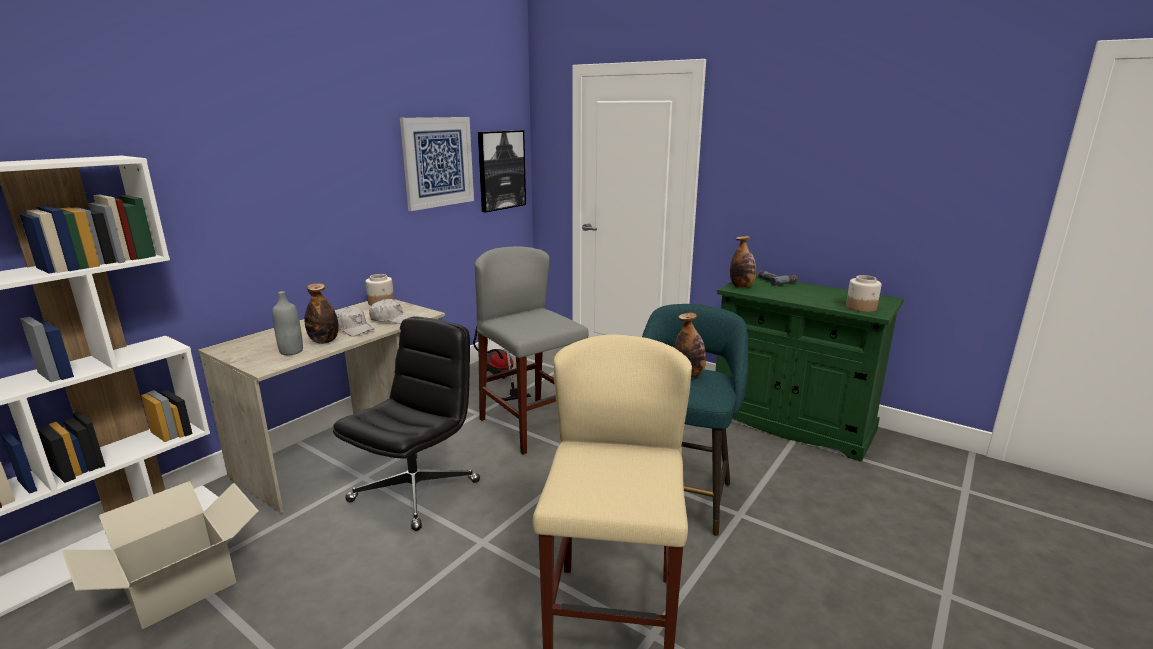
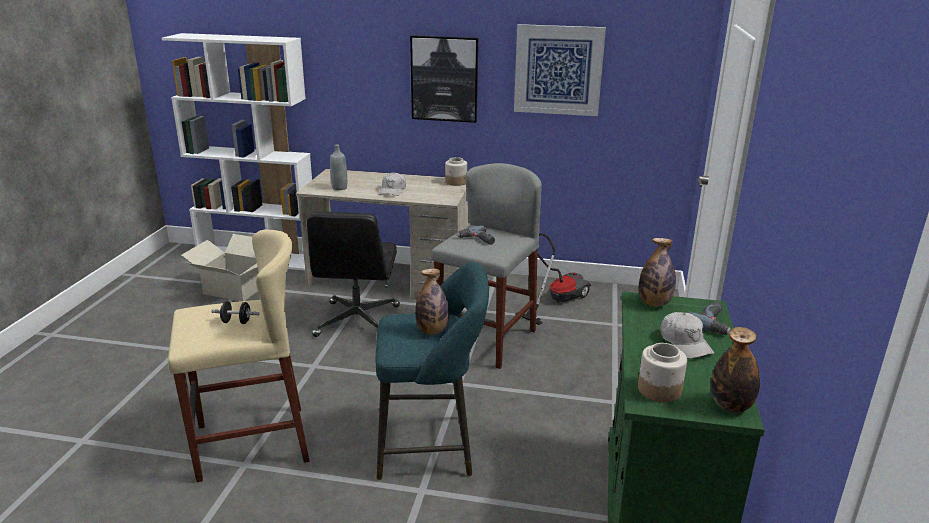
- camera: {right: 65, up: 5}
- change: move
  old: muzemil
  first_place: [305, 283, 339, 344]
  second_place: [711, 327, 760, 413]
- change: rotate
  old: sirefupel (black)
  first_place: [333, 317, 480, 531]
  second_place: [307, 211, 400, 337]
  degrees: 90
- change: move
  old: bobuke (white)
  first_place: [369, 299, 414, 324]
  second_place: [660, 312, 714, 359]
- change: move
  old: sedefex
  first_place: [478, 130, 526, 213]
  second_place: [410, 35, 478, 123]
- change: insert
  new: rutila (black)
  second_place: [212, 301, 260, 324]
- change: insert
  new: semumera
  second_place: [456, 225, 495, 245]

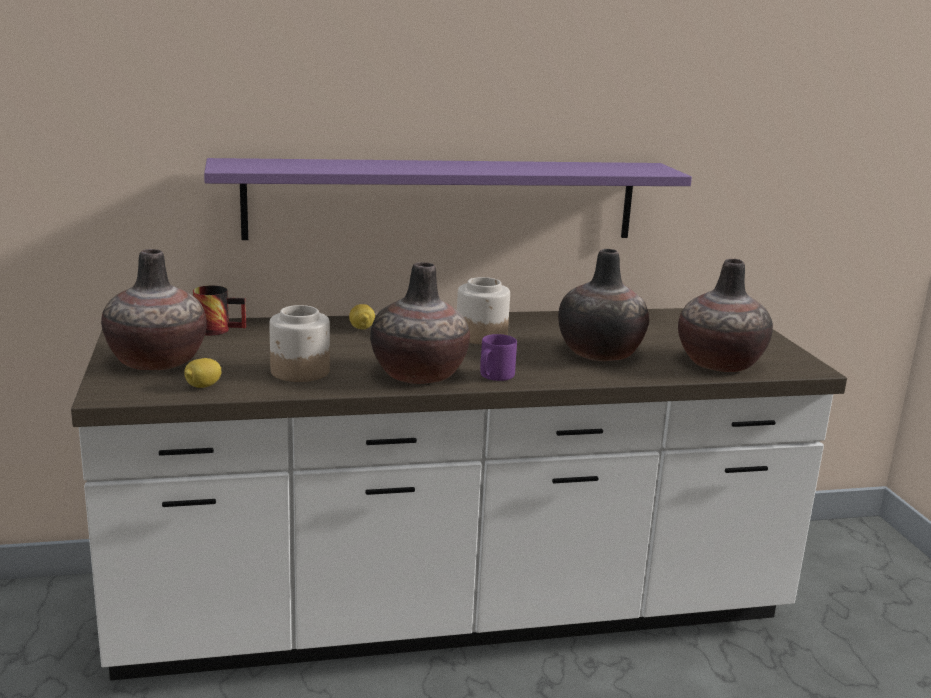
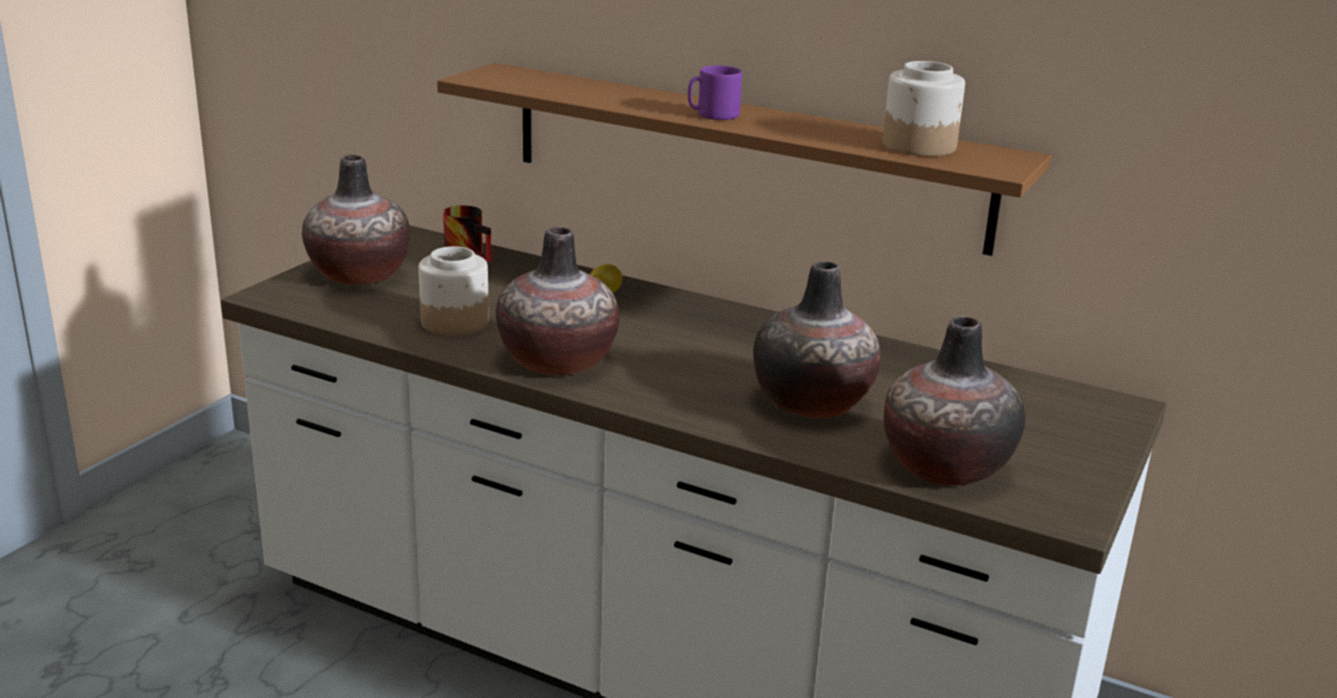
- camera: {right: 40, up: 5}
- change: delete
  old: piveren
  first_place: [184, 358, 222, 388]
- change: recolor
  old: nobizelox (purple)
  new: nobizelox (brown)
  first_place: [204, 158, 692, 240]
  second_place: [437, 63, 1051, 256]
- change: move
  old: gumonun
  first_place: [457, 277, 510, 344]
  second_place: [883, 61, 965, 156]
- change: move
  old: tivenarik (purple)
  first_place: [480, 334, 517, 381]
  second_place: [688, 66, 742, 120]

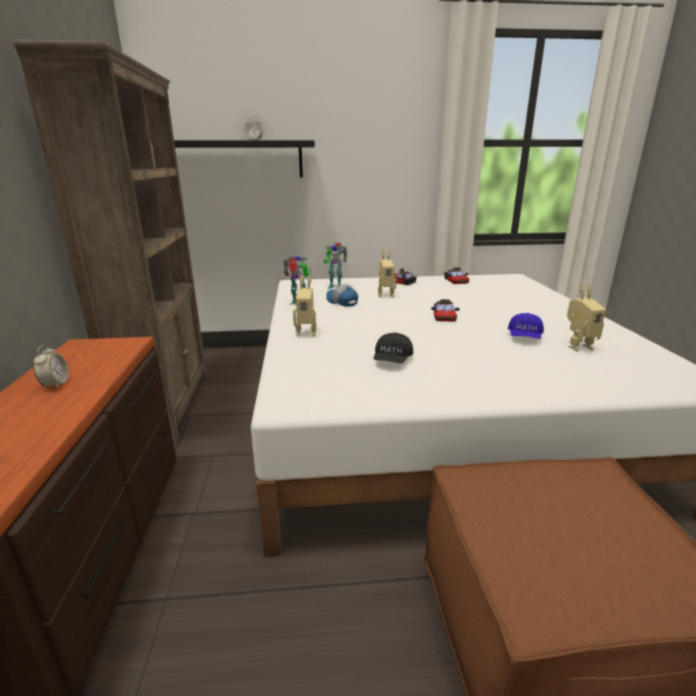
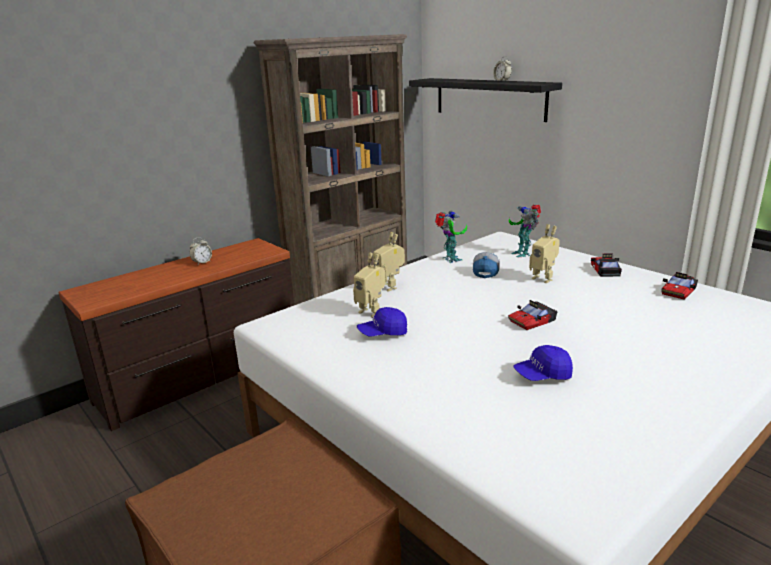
- camera: {right: 55, up: 0}
- change: recolor
  old: bobuke (black)
  new: bobuke (blue)
  first_place: [374, 333, 413, 363]
  second_place: [357, 307, 407, 336]
- change: move
  old: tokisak
  first_place: [567, 284, 606, 351]
  second_place: [353, 252, 386, 318]

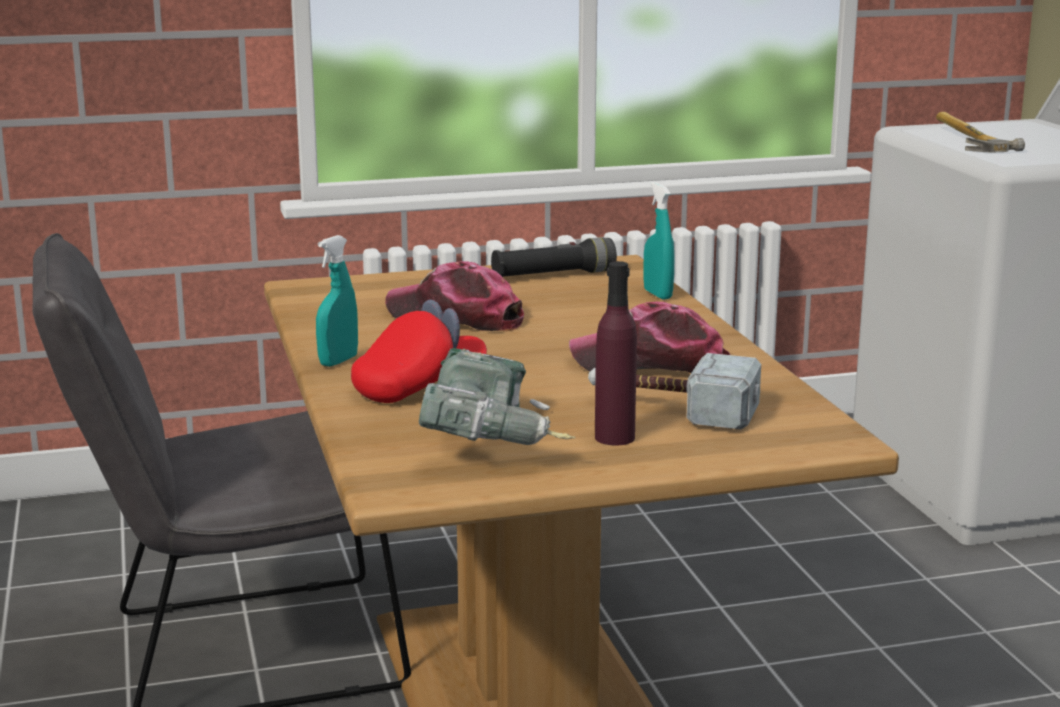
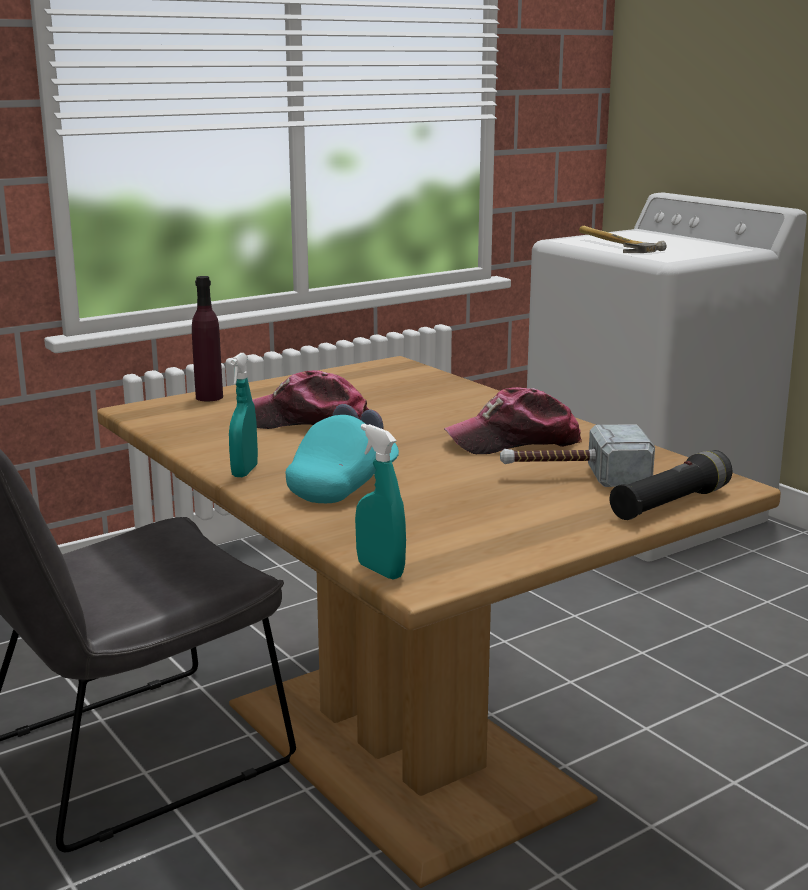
- camera: {right: -20, up: 0}
- change: recolor
  old: bobuke (red)
  new: bobuke (turquoise)
  first_place: [351, 300, 487, 403]
  second_place: [285, 404, 399, 503]
- change: delete
  old: semumera
  first_place: [419, 348, 575, 445]
- change: move
  old: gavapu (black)
  first_place: [491, 237, 617, 277]
  second_place: [610, 450, 732, 520]
- change: move
  old: muzemil (purple)
  first_place: [595, 261, 637, 445]
  second_place: [192, 276, 223, 401]
- change: move
  old: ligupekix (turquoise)
  first_place: [643, 182, 674, 300]
  second_place: [355, 424, 406, 580]

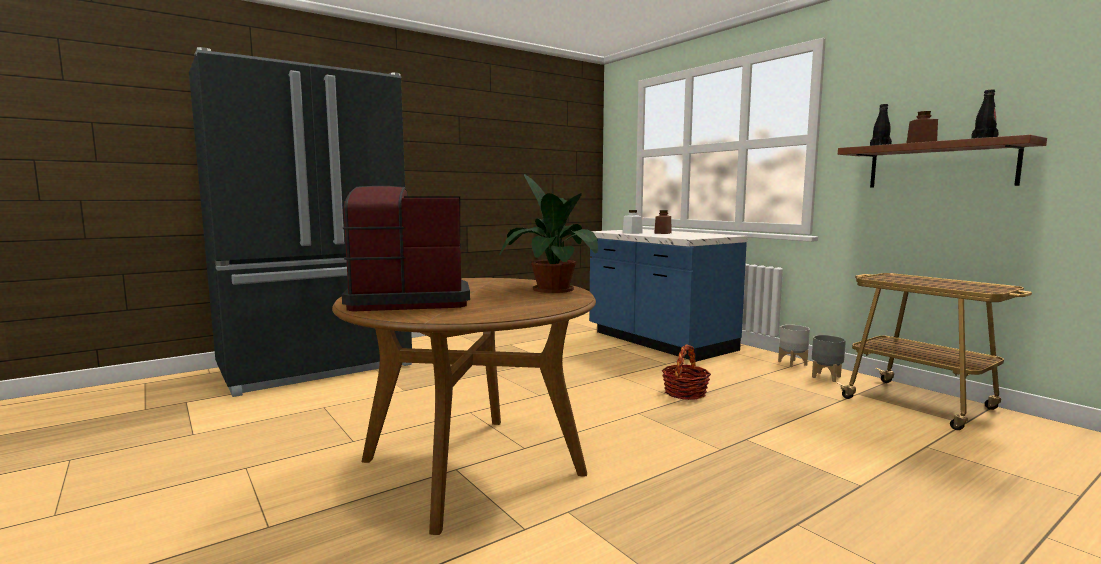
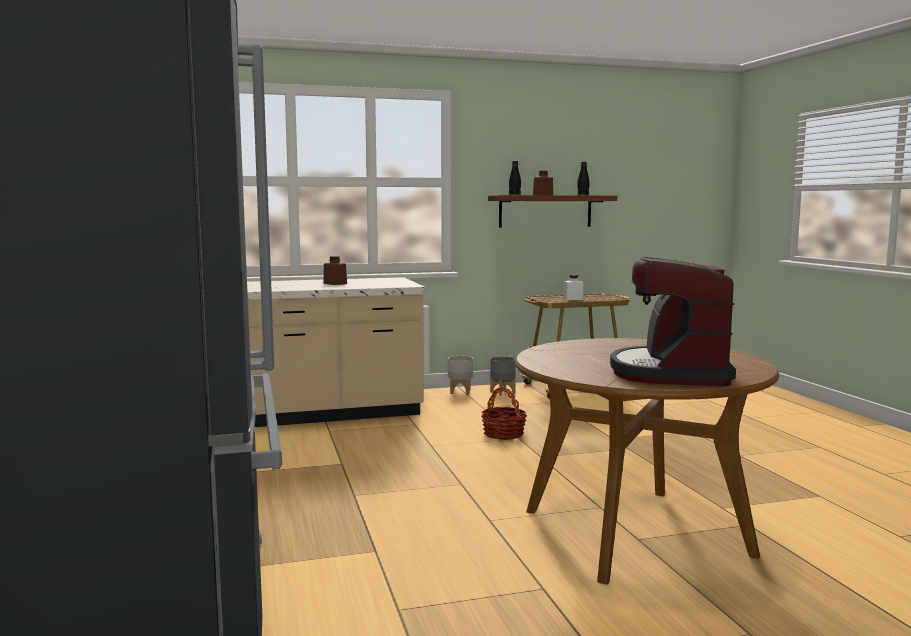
- camera: {right: -70, up: 0}
- change: delete
  old: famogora
  first_place: [499, 174, 598, 293]
- change: recolor
  old: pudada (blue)
  new: pudada (beige)
  first_place: [589, 229, 748, 362]
  second_place: [247, 277, 425, 427]
- change: move
  old: gumonun (white)
  first_place: [623, 210, 643, 234]
  second_place: [563, 275, 583, 300]

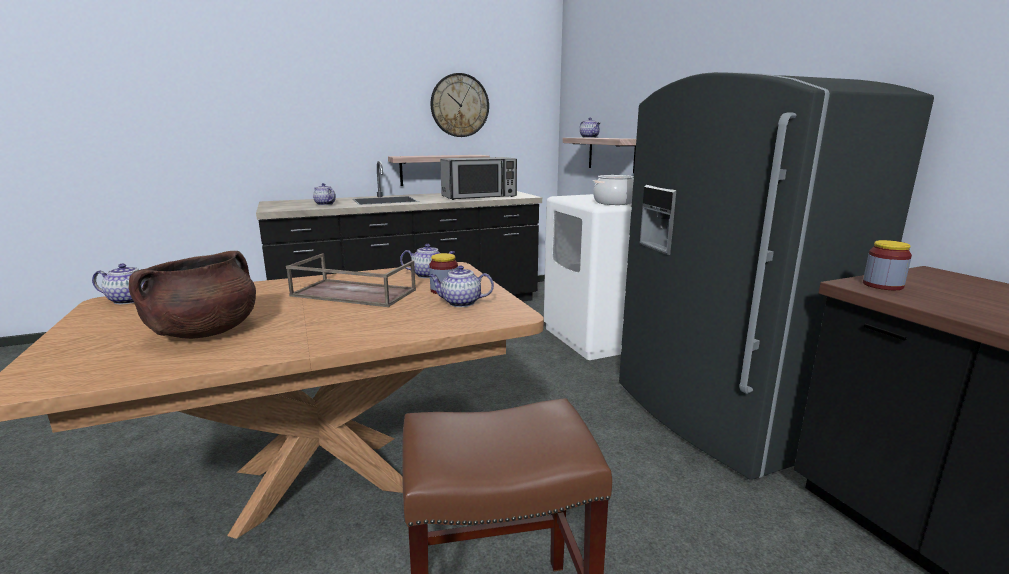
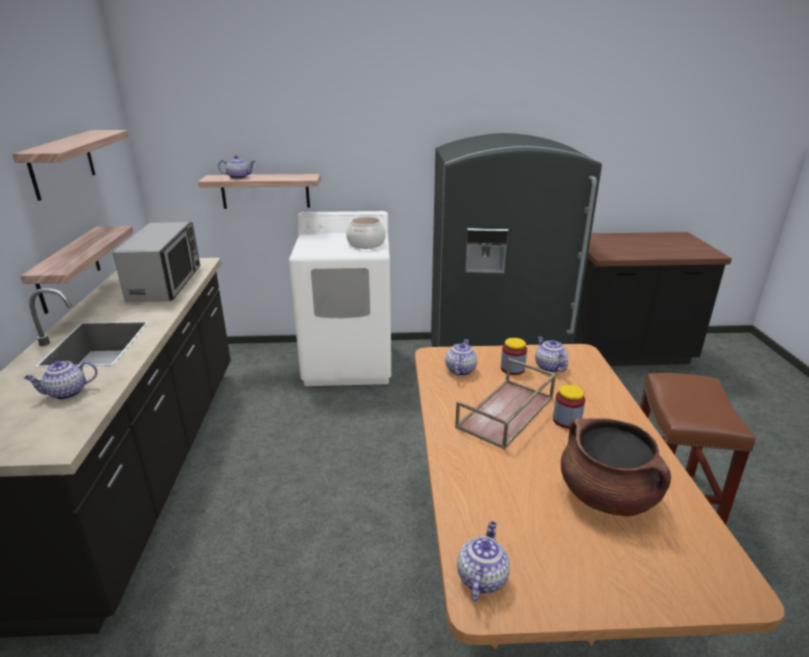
- camera: {right: -70, up: 10}
- change: rotate
  old: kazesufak
  first_place: [429, 265, 494, 307]
  second_place: [535, 336, 568, 372]
  degrees: 135
- change: replace
  old: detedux
  new: nobizelox
  first_place: [430, 73, 489, 137]
  second_place: [12, 130, 129, 201]
- change: move
  old: gumonun
  first_place: [863, 240, 912, 290]
  second_place: [553, 385, 585, 429]

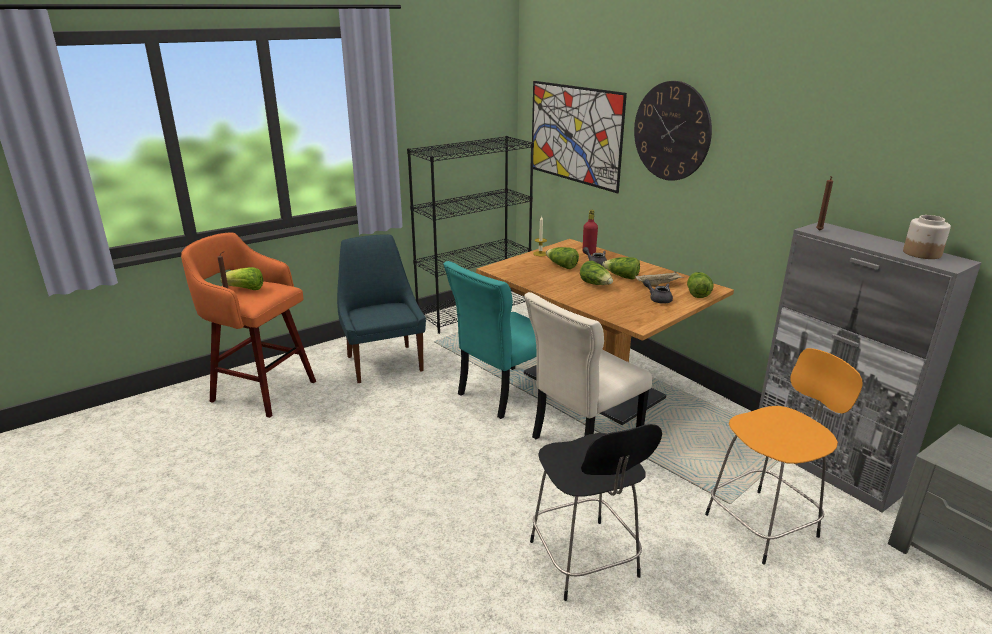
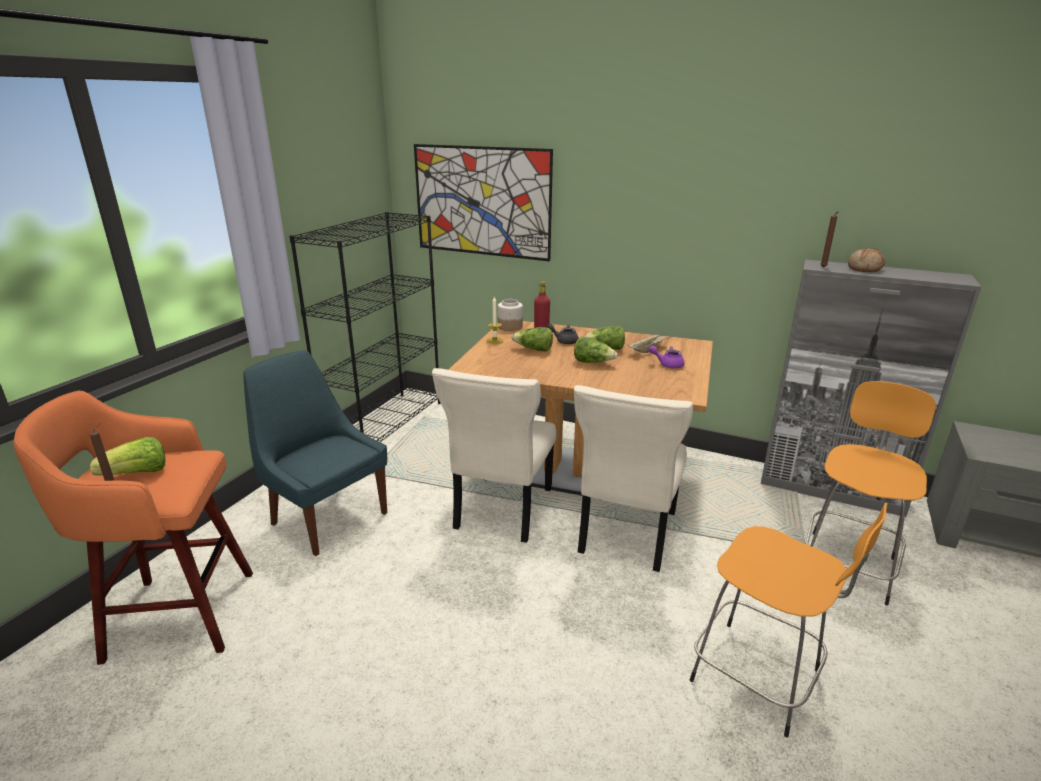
- camera: {right: -30, up: 0}
- change: recolor
  old: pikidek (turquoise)
  new: pikidek (beige)
  first_place: [444, 261, 537, 419]
  second_place: [432, 368, 556, 543]
- change: recolor
  old: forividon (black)
  new: forividon (orange)
  first_place: [530, 424, 662, 601]
  second_place: [690, 503, 888, 737]
- change: delete
  old: detedux
  first_place: [634, 81, 712, 181]
- change: recolor
  old: kazesufak (grey)
  new: kazesufak (purple)
  first_place: [643, 279, 673, 304]
  second_place: [649, 346, 685, 369]
- change: delete
  old: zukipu
  first_place: [687, 272, 713, 298]
- change: move
  old: gumonun
  first_place: [903, 215, 951, 259]
  second_place: [498, 299, 523, 331]
- change: insert
  new: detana
  second_place: [848, 248, 885, 272]

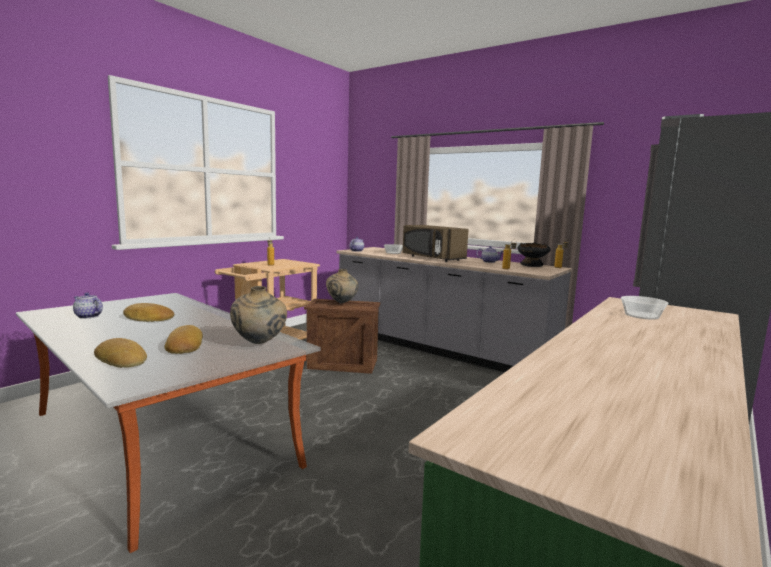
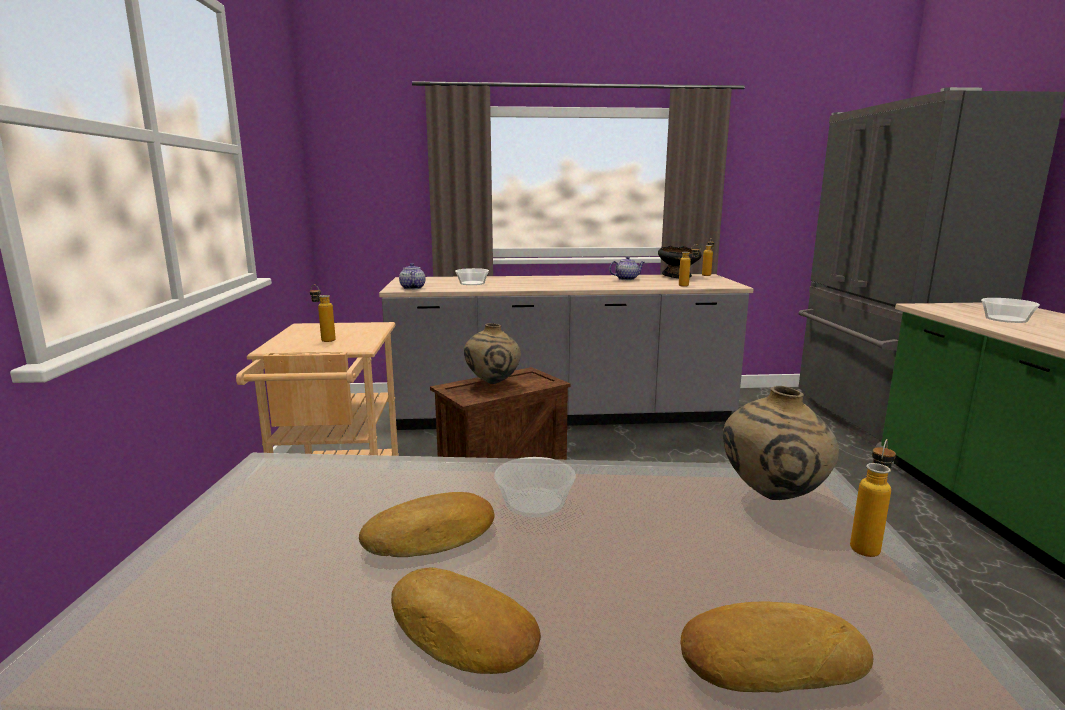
- camera: {right: -40, up: 5}
- change: delete
  old: kazesufak
  first_place: [73, 292, 103, 319]
- change: move
  old: detana
  first_place: [165, 325, 203, 354]
  second_place: [391, 567, 541, 674]
- change: delete
  old: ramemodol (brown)
  first_place: [403, 225, 468, 262]
- change: insert
  new: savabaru
  second_place: [494, 457, 576, 518]
- change: insert
  new: muzemil
  second_place: [850, 439, 896, 557]

